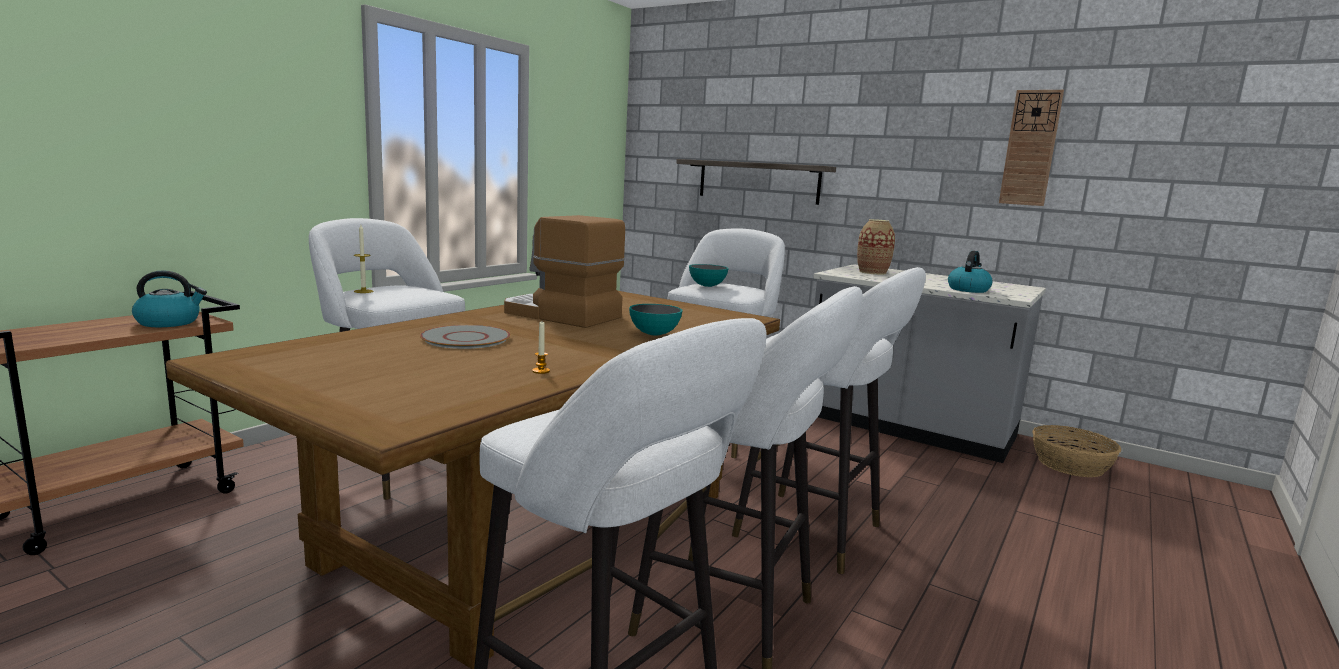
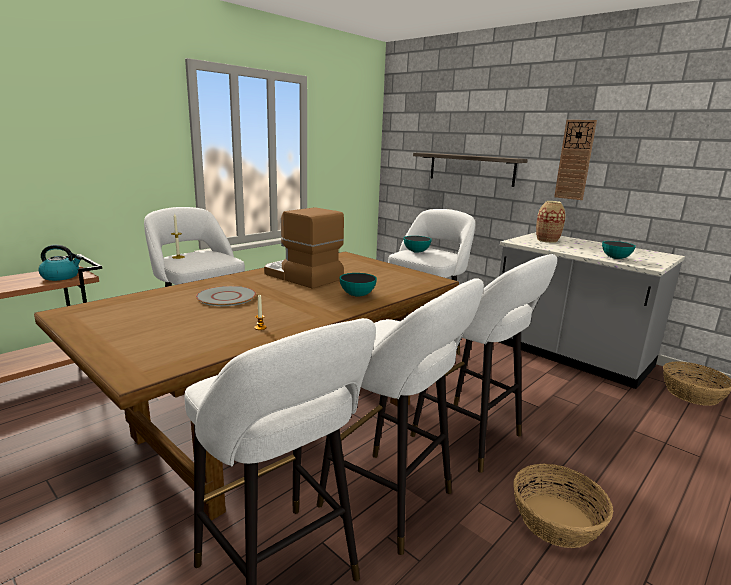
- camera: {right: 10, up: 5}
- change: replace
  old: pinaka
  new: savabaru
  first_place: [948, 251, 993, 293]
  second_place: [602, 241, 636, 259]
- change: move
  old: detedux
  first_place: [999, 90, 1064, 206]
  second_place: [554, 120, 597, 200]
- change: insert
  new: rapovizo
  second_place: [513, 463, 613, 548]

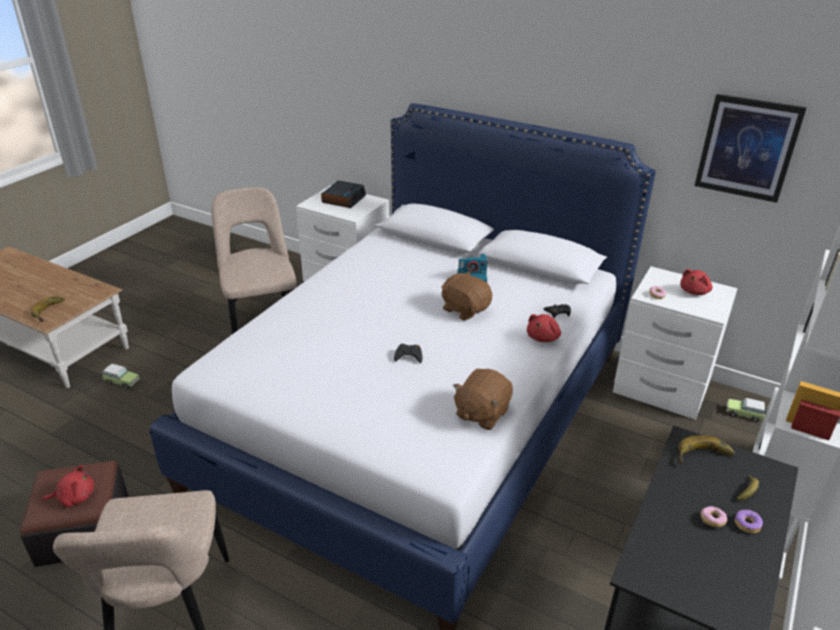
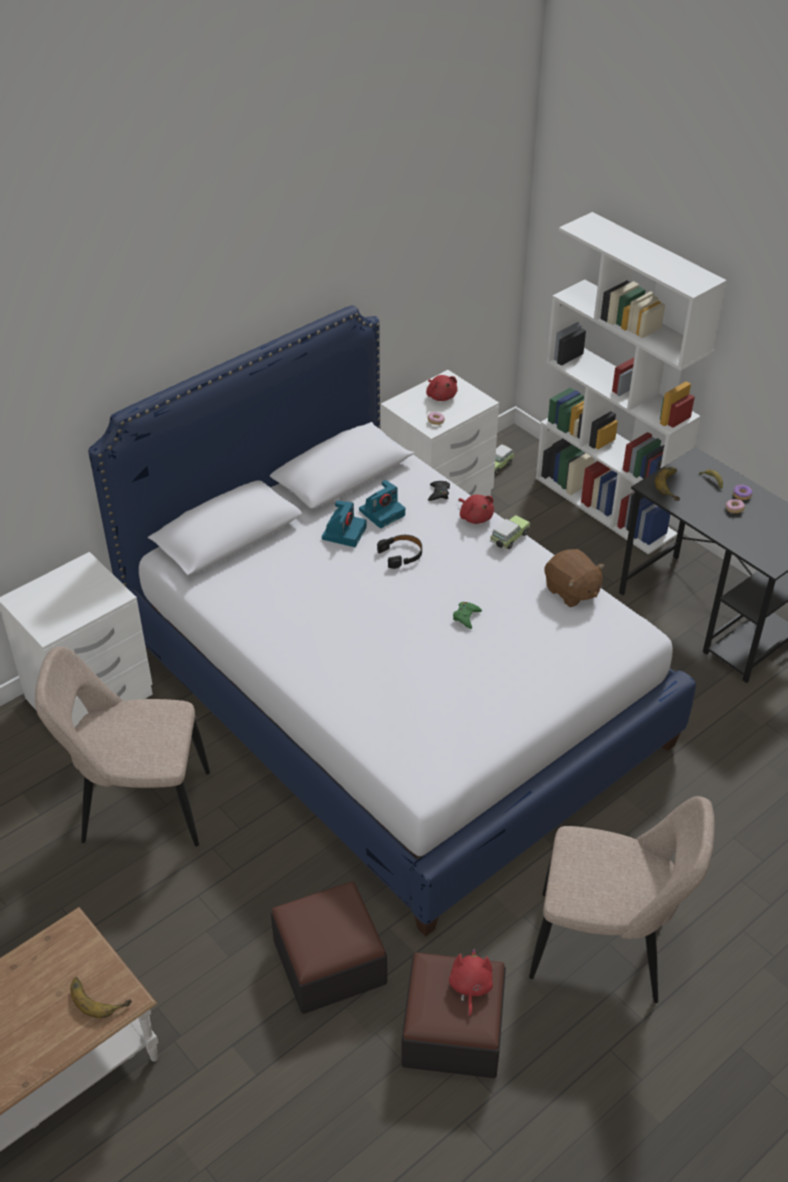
- camera: {right: -70, up: 10}
- change: move
  old: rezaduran
  first_place: [101, 364, 140, 389]
  second_place: [490, 515, 530, 549]
- change: delete
  old: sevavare
  first_place: [321, 181, 366, 208]
- change: recolor
  old: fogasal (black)
  new: fogasal (green)
  first_place: [394, 344, 423, 363]
  second_place: [453, 602, 482, 629]
- change: replace
  old: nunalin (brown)
  new: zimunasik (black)
  first_place: [441, 271, 492, 321]
  second_place: [377, 535, 422, 569]
- change: delete
  old: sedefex
  first_place: [694, 94, 807, 203]
- change: insert
  new: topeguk
  second_place: [271, 881, 387, 1014]
- change: insert
  new: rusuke
  second_place: [359, 480, 405, 528]

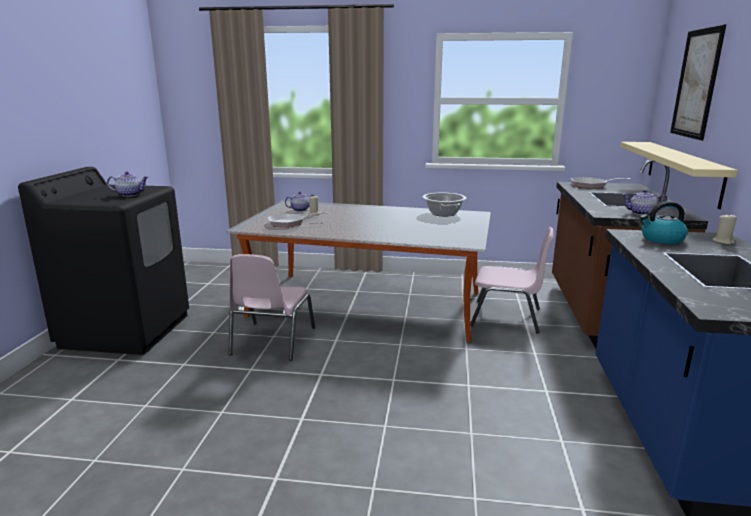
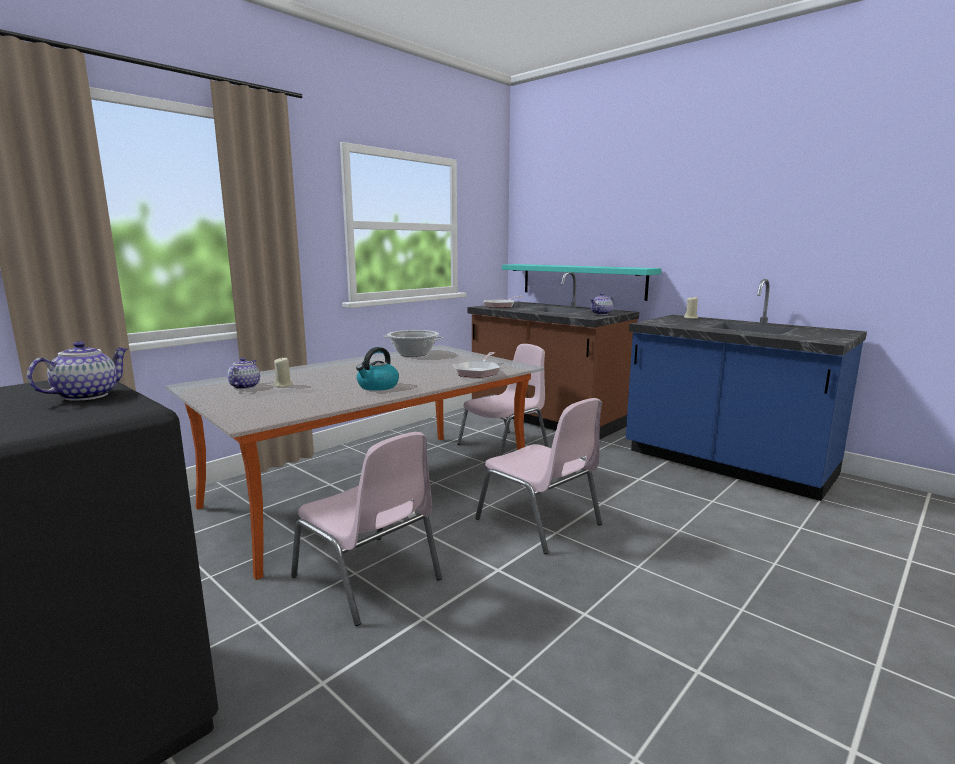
- camera: {right: -55, up: -5}
- change: move
  old: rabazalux
  first_place: [268, 212, 327, 228]
  second_place: [453, 352, 500, 378]
- change: recolor
  old: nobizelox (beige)
  new: nobizelox (turquoise)
  first_place: [620, 142, 738, 209]
  second_place: [502, 264, 661, 301]
- change: move
  old: pinaka
  first_place: [640, 201, 688, 244]
  second_place: [356, 347, 399, 391]
- change: delete
  old: sedefex
  first_place: [670, 25, 726, 140]
- change: insert
  new: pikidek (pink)
  second_place: [475, 398, 602, 554]

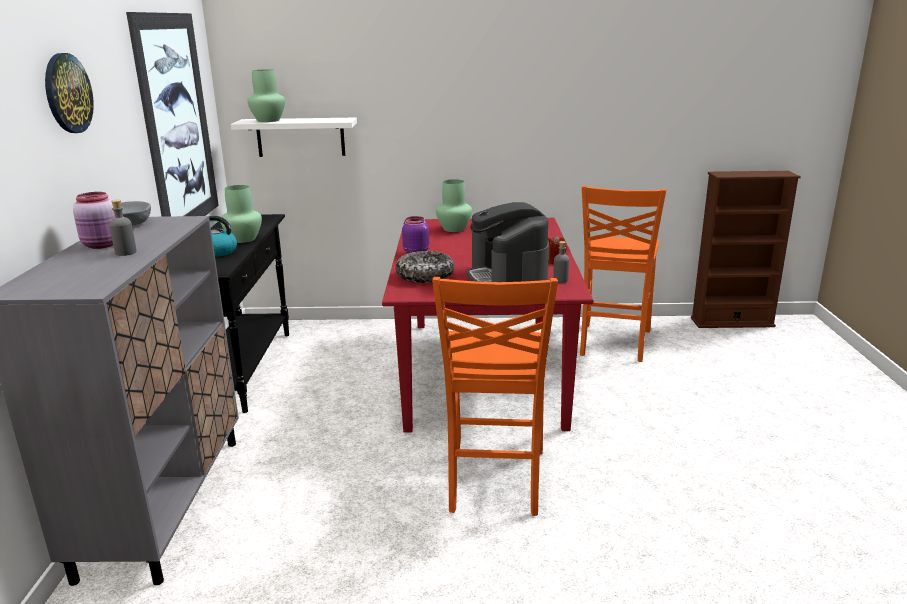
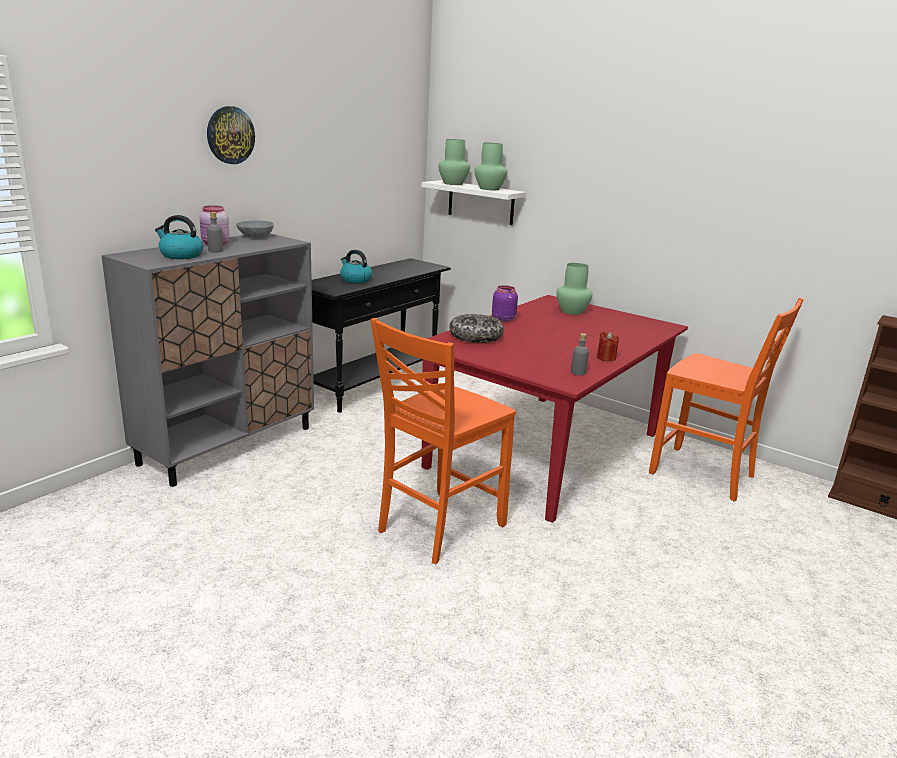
- camera: {right: 35, up: 0}
- change: delete
  old: sedefex
  first_place: [126, 12, 219, 217]
- change: move
  old: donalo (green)
  first_place: [221, 185, 262, 243]
  second_place: [474, 143, 508, 190]
- change: delete
  old: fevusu
  first_place: [467, 202, 549, 282]
- change: rotate
  old: pikidek (orange)
  first_place: [580, 185, 666, 362]
  second_place: [649, 298, 804, 501]
  degrees: -105
- change: insert
  new: pinaka
  second_place: [155, 215, 203, 259]

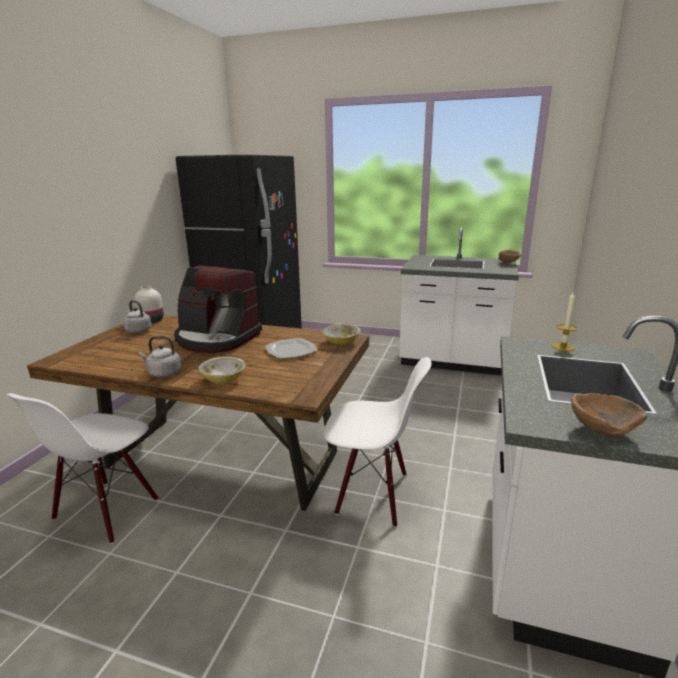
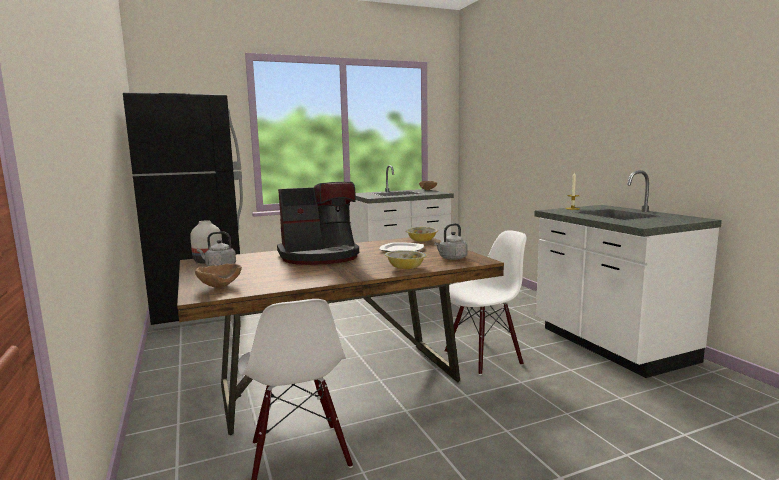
- camera: {right: -40, up: -10}
- change: move
  old: pinaka (grey)
  first_place: [138, 336, 181, 377]
  second_place: [434, 223, 468, 260]
- change: move
  old: savabaru (brown)
  first_place: [571, 393, 647, 436]
  second_place: [195, 264, 242, 288]

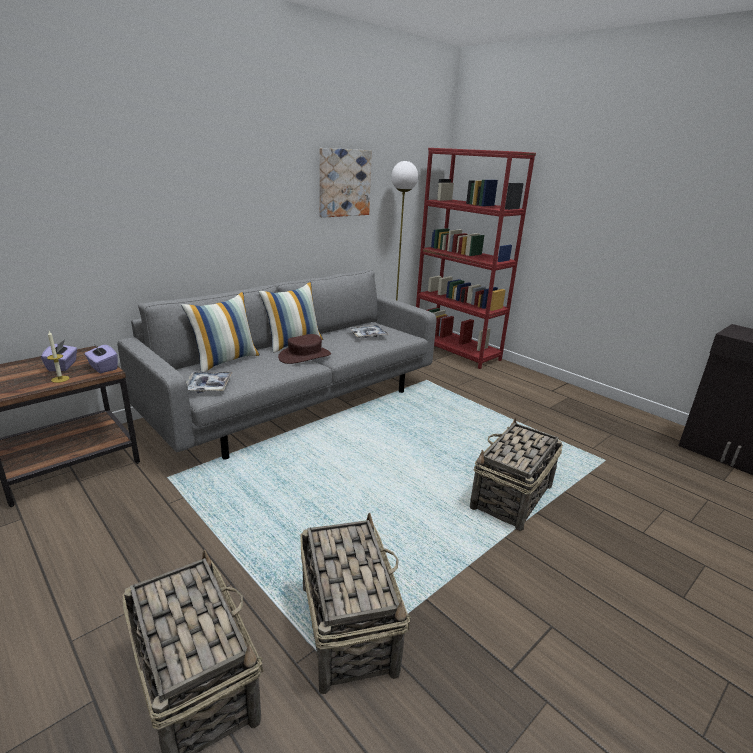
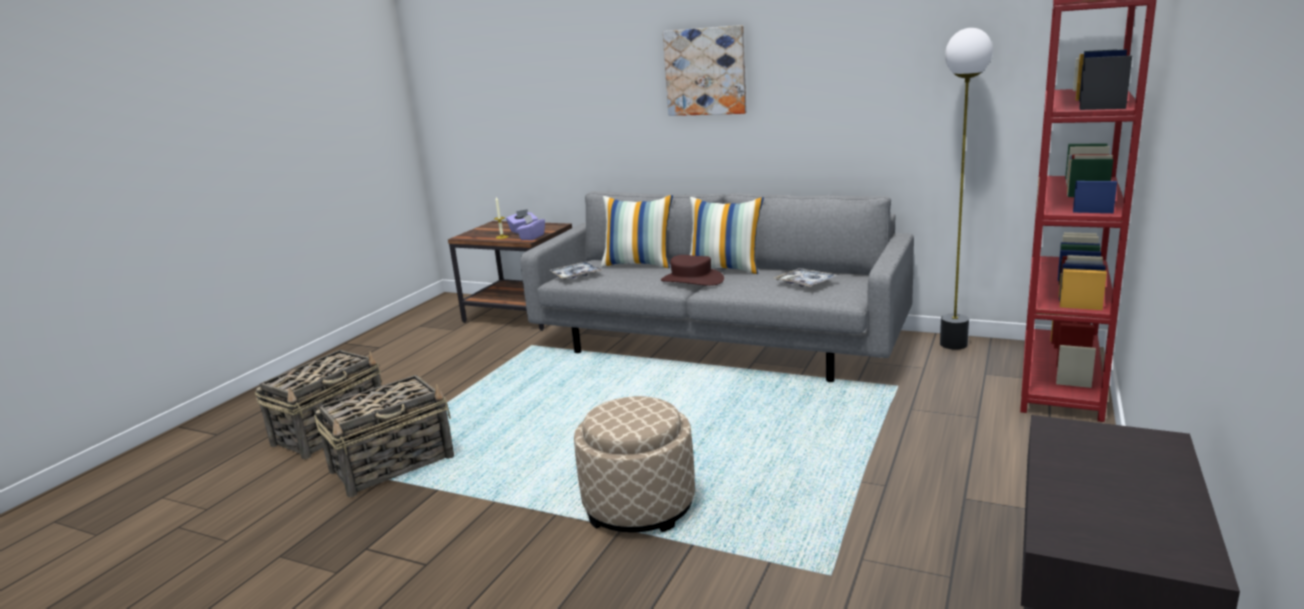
- camera: {right: 70, up: -5}
- change: move
  old: sedefex
  first_place: [319, 148, 372, 218]
  second_place: [663, 25, 747, 116]
- change: replace
  old: rapovizo
  new: topeguk (beige)
  first_place: [470, 417, 563, 531]
  second_place: [574, 396, 695, 532]

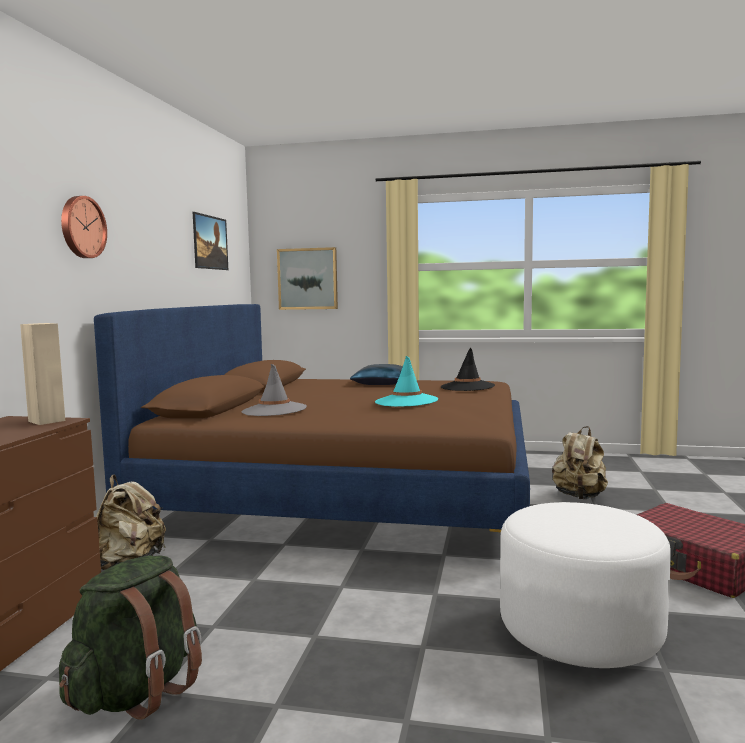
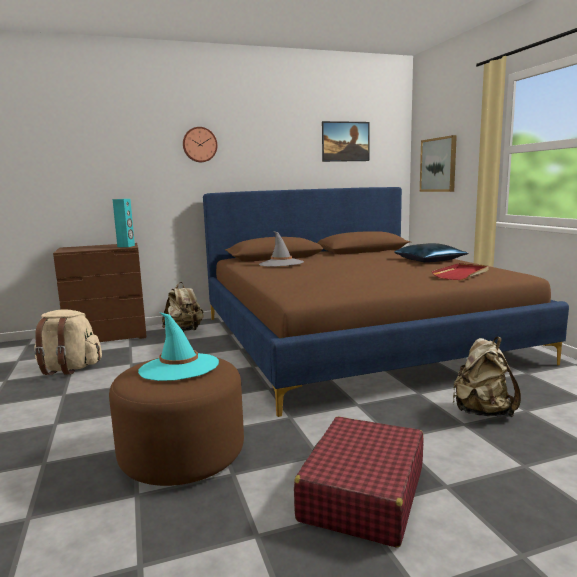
- camera: {right: 60, up: 5}
- change: recolor
  old: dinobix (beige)
  new: dinobix (turquoise)
  first_place: [20, 323, 65, 425]
  second_place: [112, 199, 135, 247]
- change: recolor
  old: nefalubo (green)
  new: nefalubo (beige)
  first_place: [59, 555, 202, 720]
  second_place: [34, 310, 102, 375]
- change: move
  old: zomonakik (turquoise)
  first_place: [375, 356, 438, 407]
  second_place: [138, 313, 219, 381]
- change: replace
  old: zomonakik (black)
  new: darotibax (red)
  first_place: [441, 348, 495, 391]
  second_place: [432, 263, 489, 280]
- change: recolor
  old: topeguk (white)
  new: topeguk (brown)
  first_place: [500, 502, 671, 668]
  second_place: [109, 358, 244, 486]

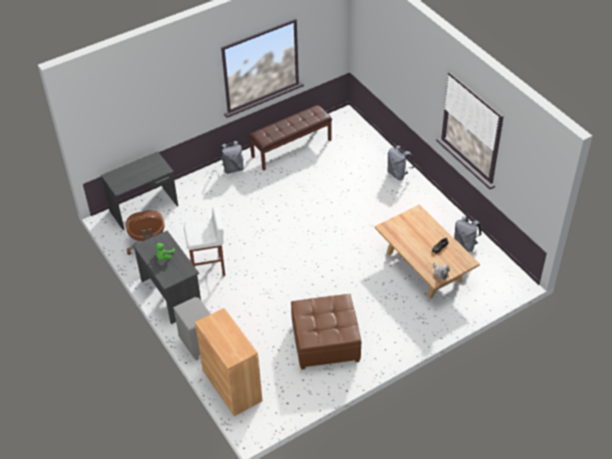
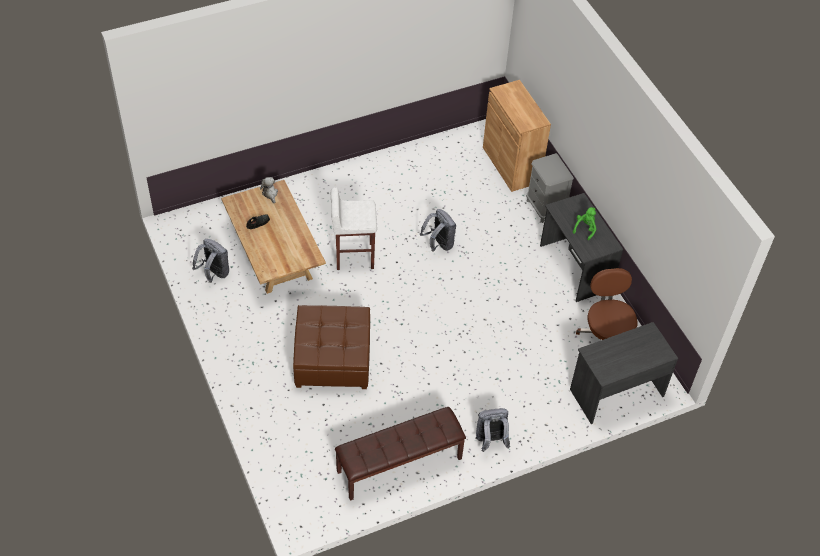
- camera: {right: -175, up: 5}
- change: move
  old: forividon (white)
  first_place: [184, 207, 225, 276]
  second_place: [331, 187, 377, 270]
- change: move
  old: topeguk (brown)
  first_place: [291, 294, 361, 370]
  second_place: [293, 305, 370, 389]
- change: move
  old: nefalubo (grey)
  first_place: [388, 146, 415, 180]
  second_place: [420, 209, 456, 252]

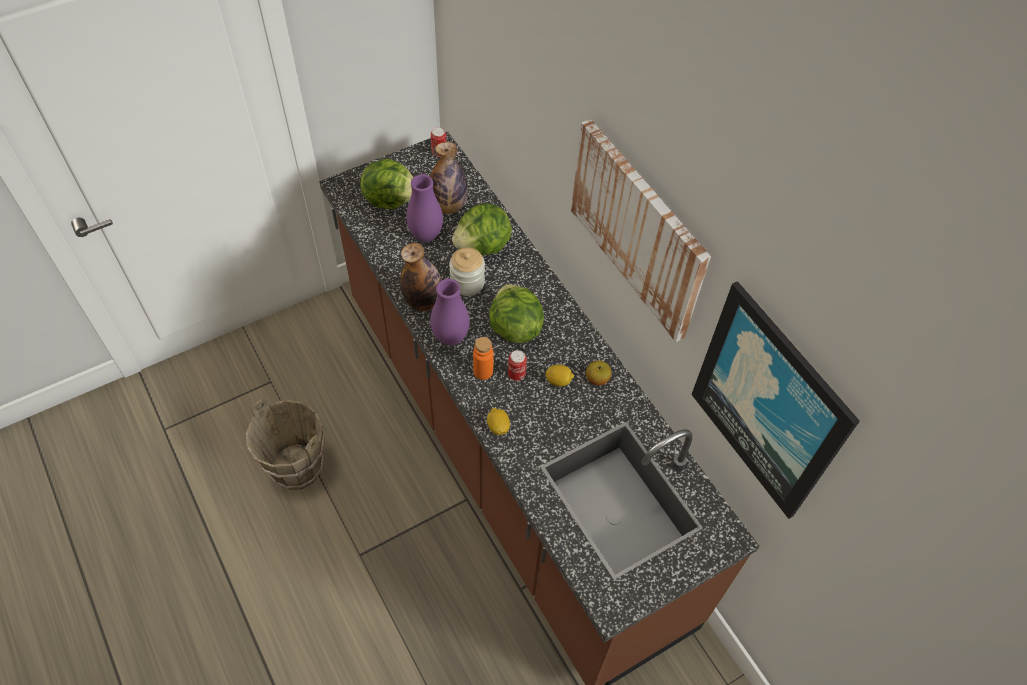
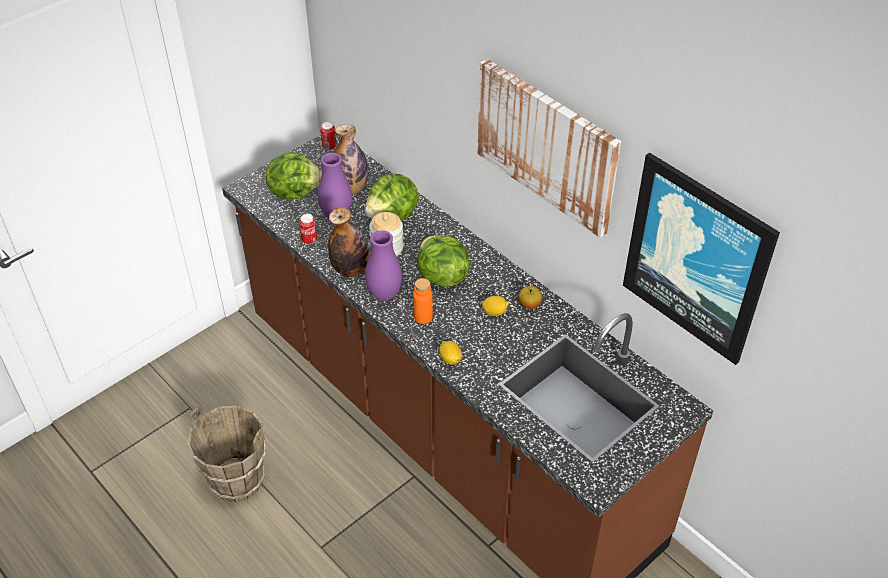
- camera: {right: -10, up: -10}
- change: move
  old: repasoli
  first_place: [508, 350, 527, 381]
  second_place: [299, 214, 317, 244]

